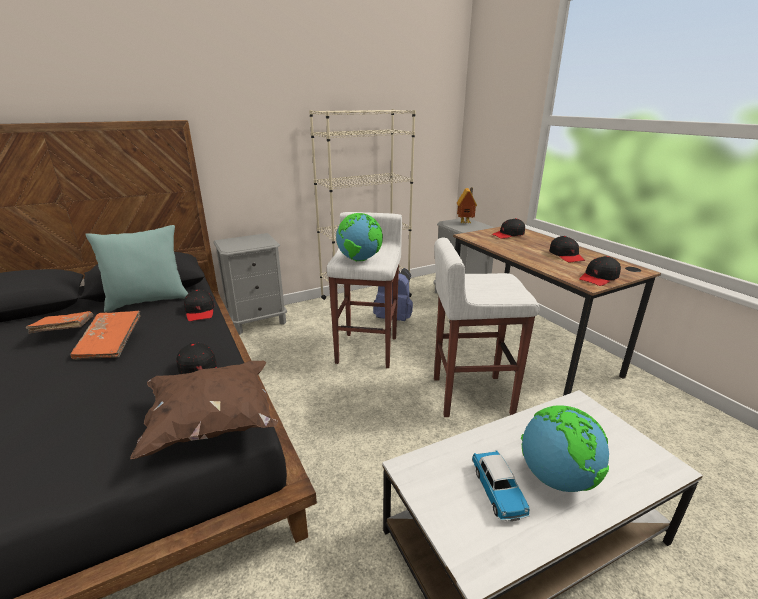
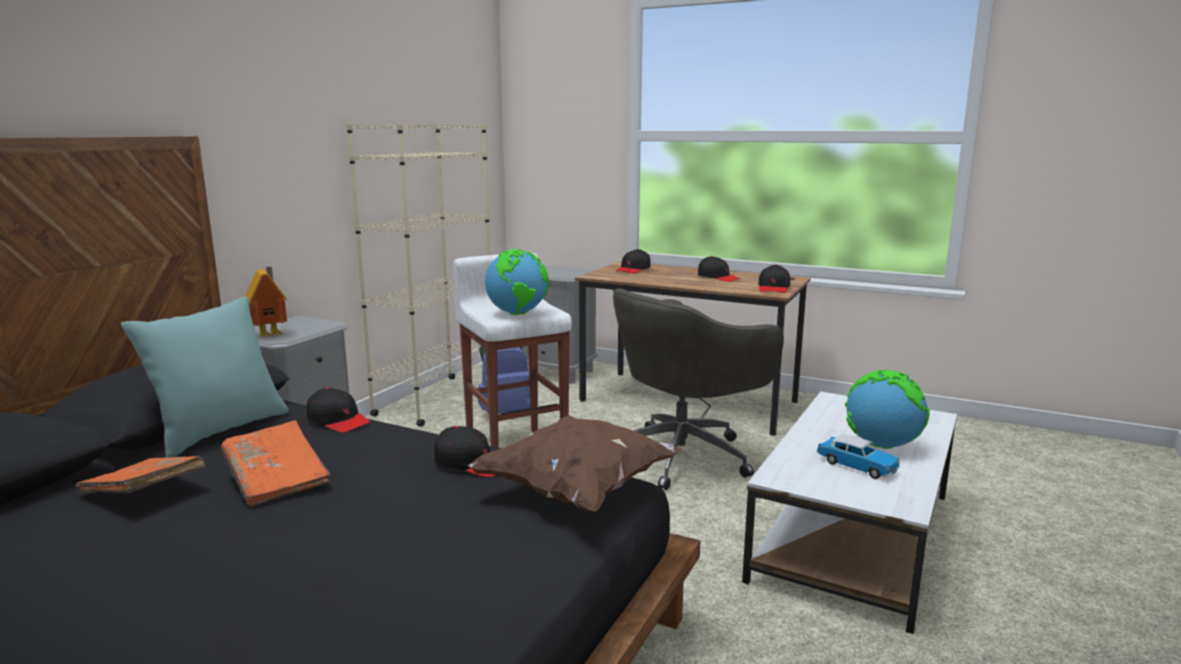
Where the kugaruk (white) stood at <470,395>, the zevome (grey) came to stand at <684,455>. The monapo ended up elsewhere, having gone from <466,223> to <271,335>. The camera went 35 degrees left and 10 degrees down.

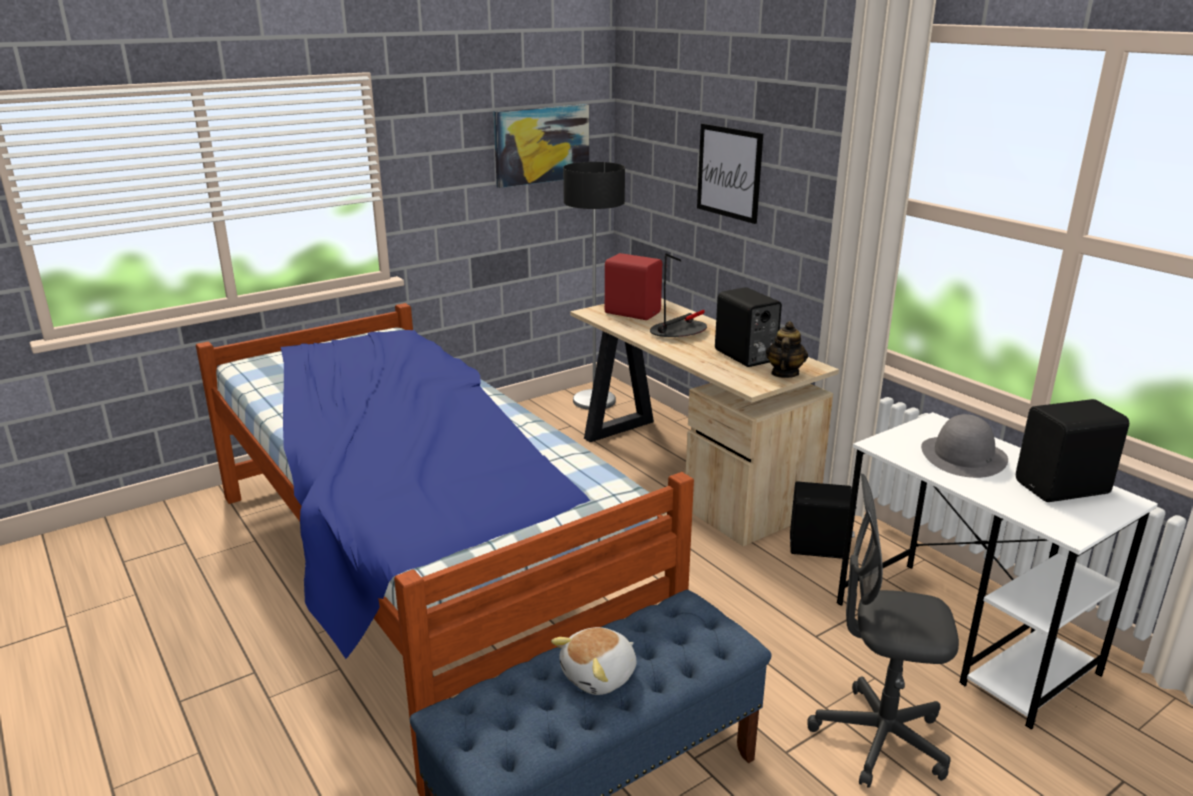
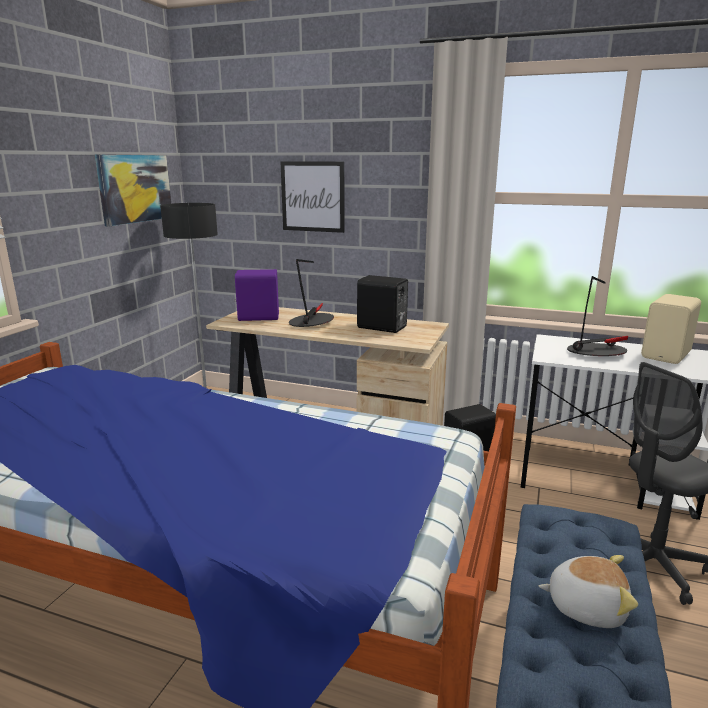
The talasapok at <600,676> ended up facing another way, 90 degrees counterclockwise from before. What was the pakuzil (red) at <632,312> turned into the pakuzil (purple) at <258,317>. The second view lost the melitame at <784,373>. Where the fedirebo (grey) stood at <963,456>, the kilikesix came to stand at <596,352>. What was the pakuzil (black) at <1064,489> turned into the pakuzil (beige) at <667,355>. The camera went 35 degrees left and 5 degrees down.

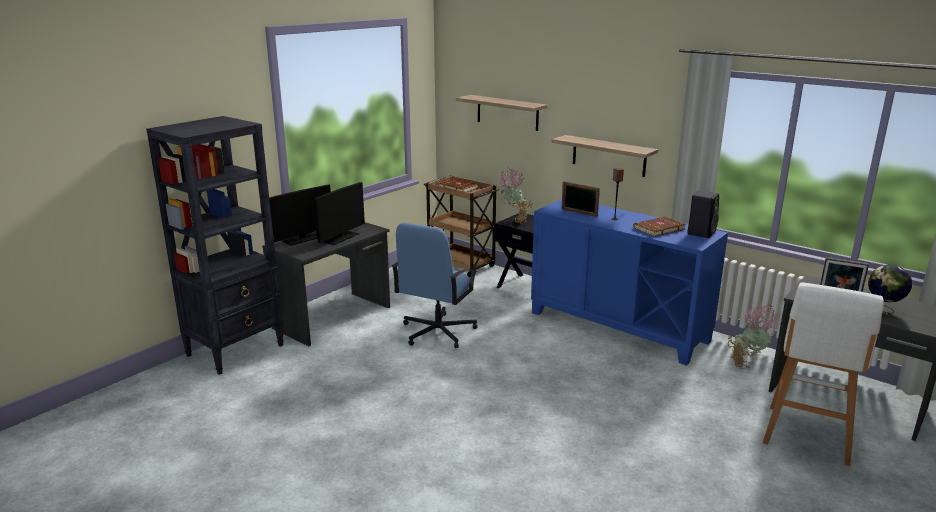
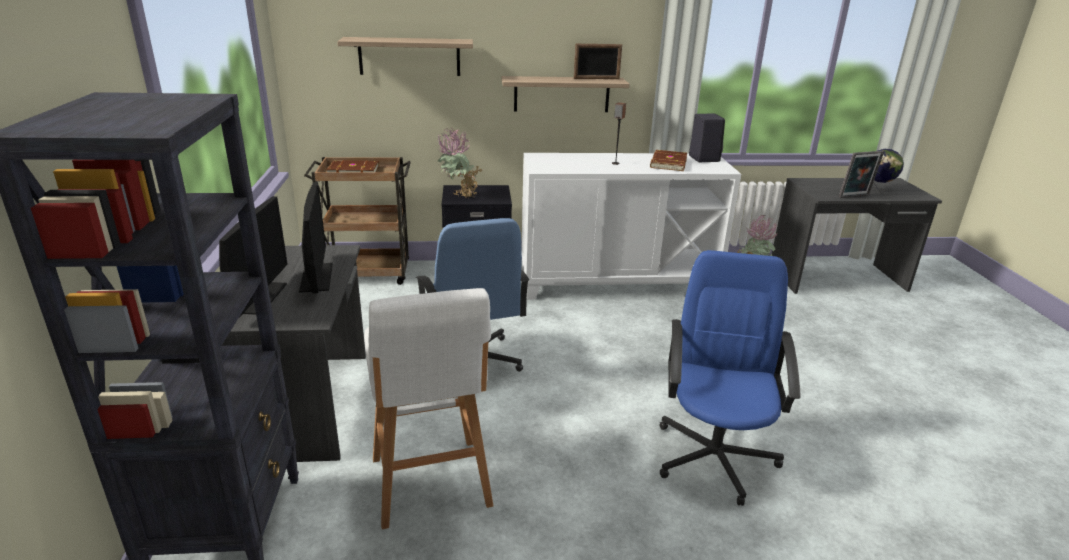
What was the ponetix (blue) at <618,326> turned into the ponetix (white) at <617,282>. The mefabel ended up elsewhere, having gone from <579,212> to <596,78>. The kugaruk (white) ended up elsewhere, having gone from <807,436> to <431,485>. The second view gained the zevome (blue) at <714,456>. The camera went 45 degrees left and 5 degrees up.

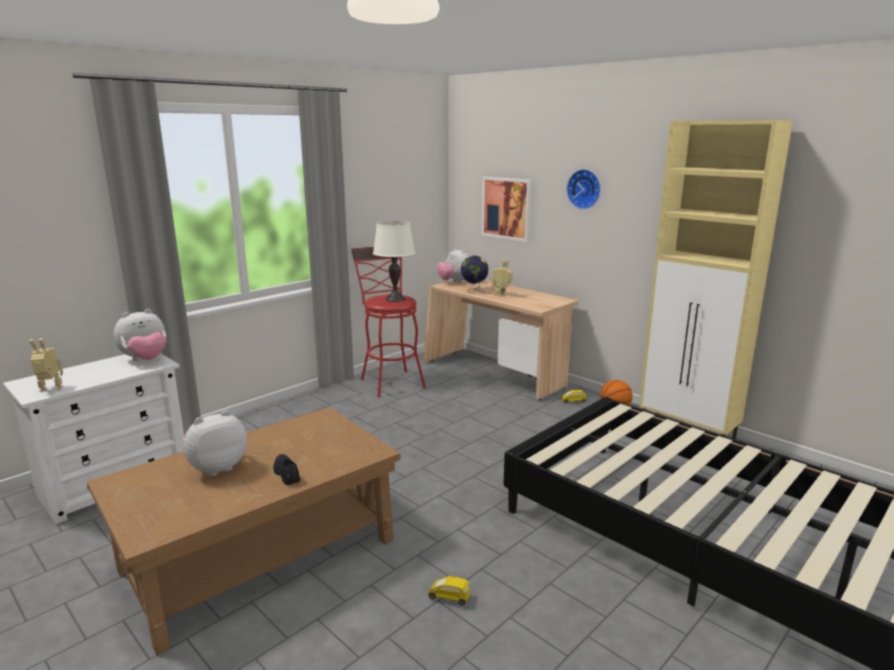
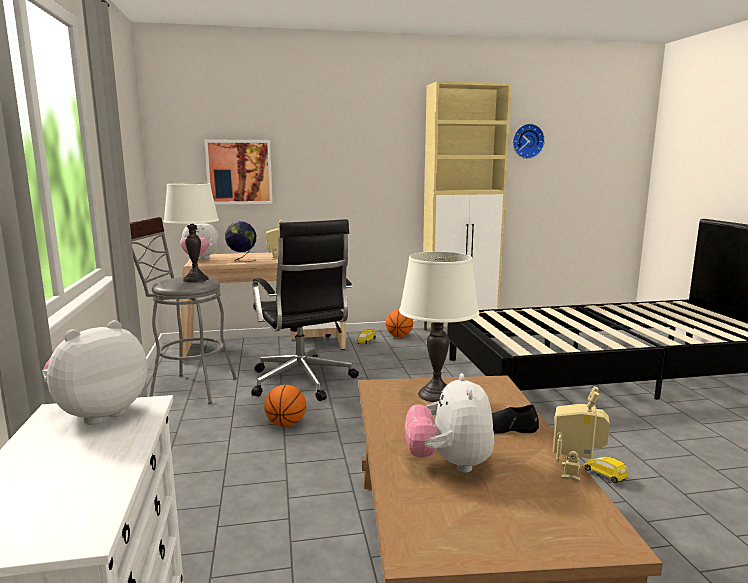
The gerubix ended up elsewhere, having gone from <50,390> to <576,473>. The talasapok at <146,360> ended up facing another way, 135 degrees counterclockwise from before. What was the kugaruk (red) at <390,381> turned into the kugaruk (grey) at <187,388>. The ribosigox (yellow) at <449,597> ended up facing another way, 90 degrees clockwise from before. The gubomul ended up elsewhere, having gone from <585,189> to <527,141>. The second view gained the zevome (black) at <302,382>. The second view gained the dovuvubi at <286,424>. The second view gained the kilikesix (white) at <436,394>. The camera went 55 degrees left and 5 degrees down.

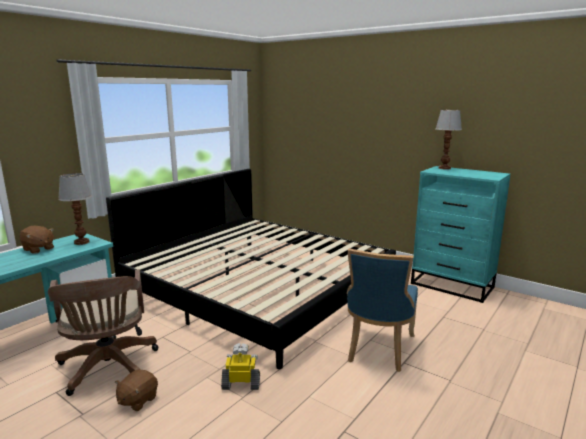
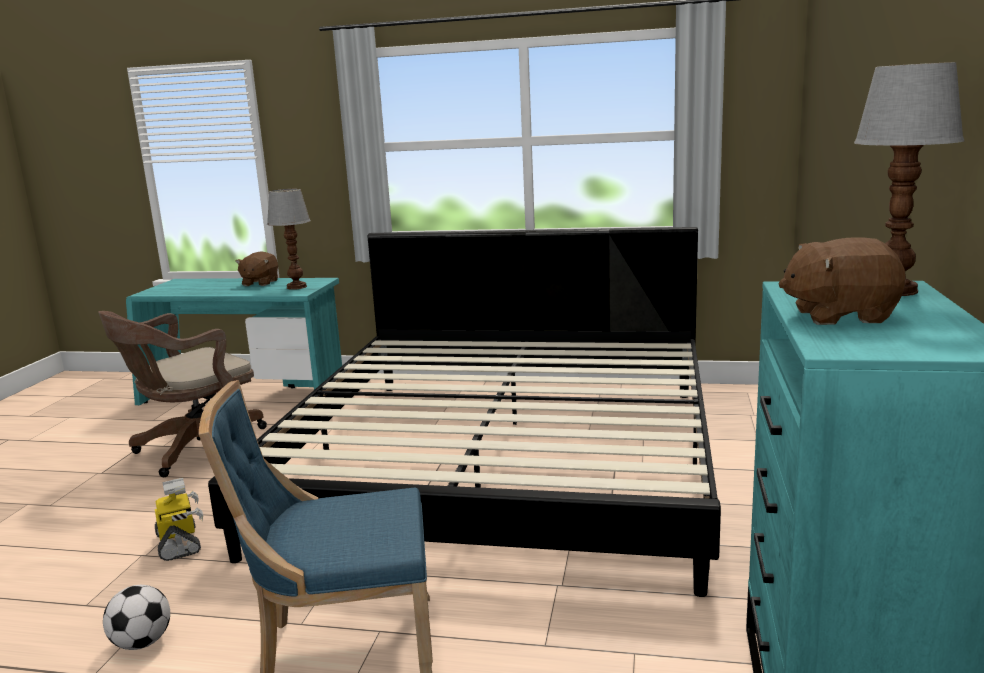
The talasapok (brown) ended up elsewhere, having gone from <137,400> to <839,316>. The second view gained the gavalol at <142,643>. The camera went 65 degrees right and 0 degrees up.

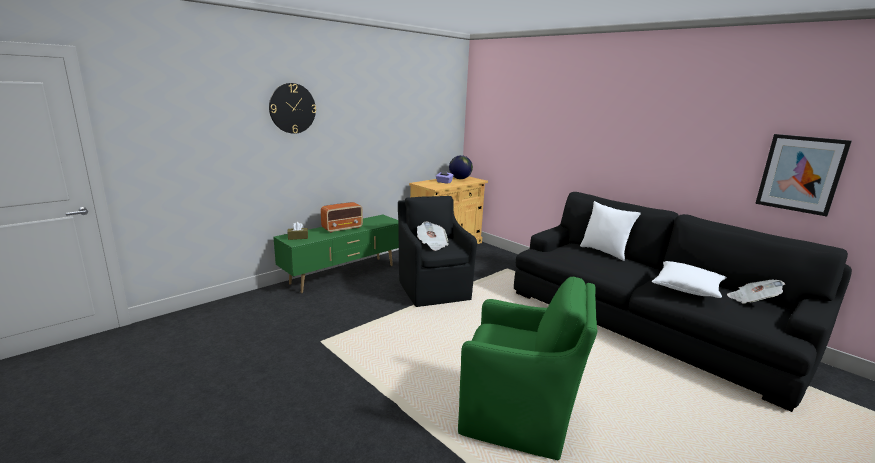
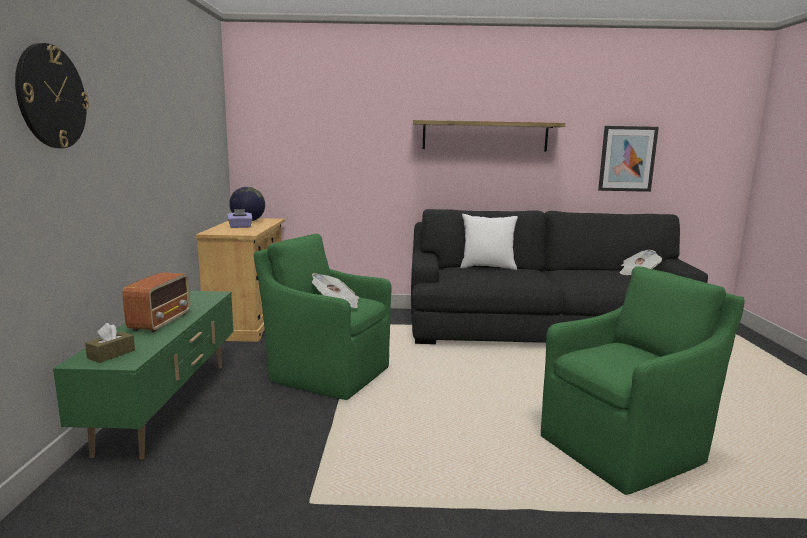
What was the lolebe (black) at <433,289> turned into the lolebe (green) at <327,373>. The second view lost the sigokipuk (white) at <687,288>. The second view gained the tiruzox at <485,136>. The camera went 45 degrees left and 5 degrees down.

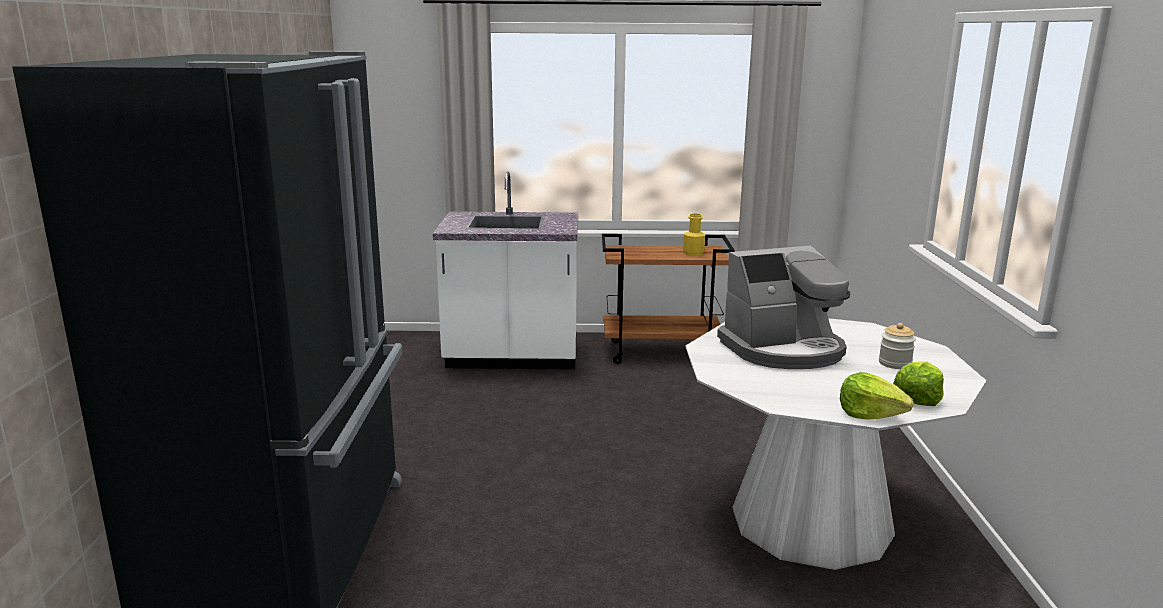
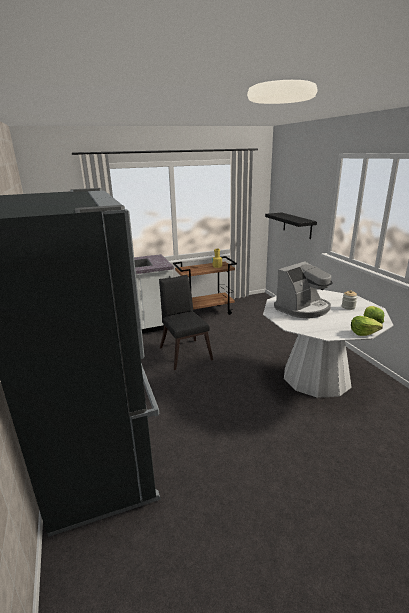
The second view gained the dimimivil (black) at <185,352>. The second view gained the tiruzox (black) at <297,225>. The camera went 20 degrees left and 5 degrees up.

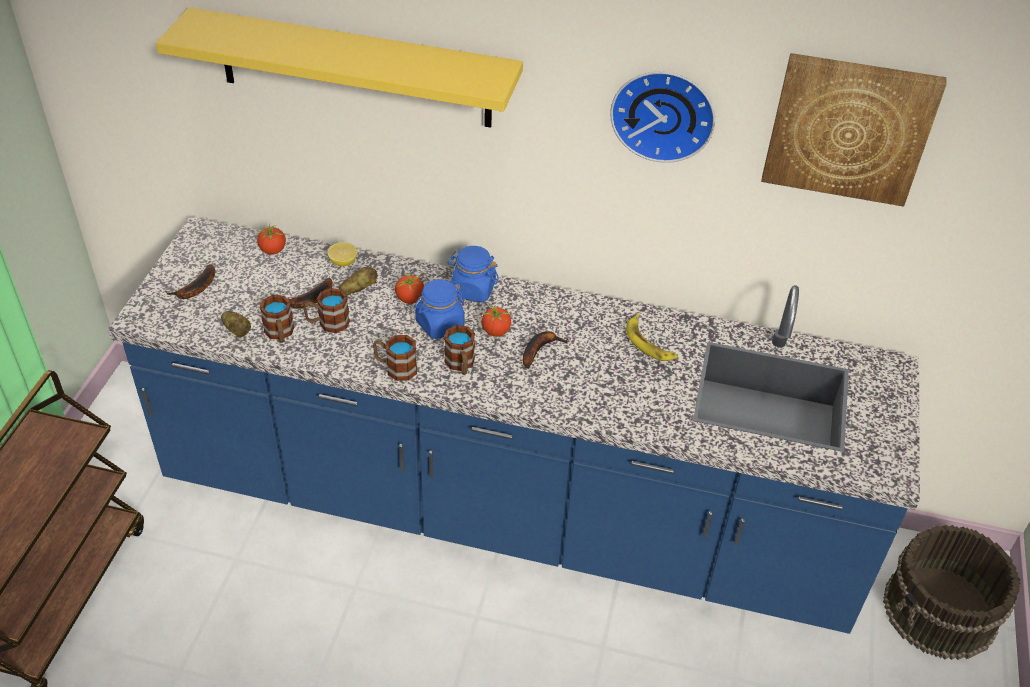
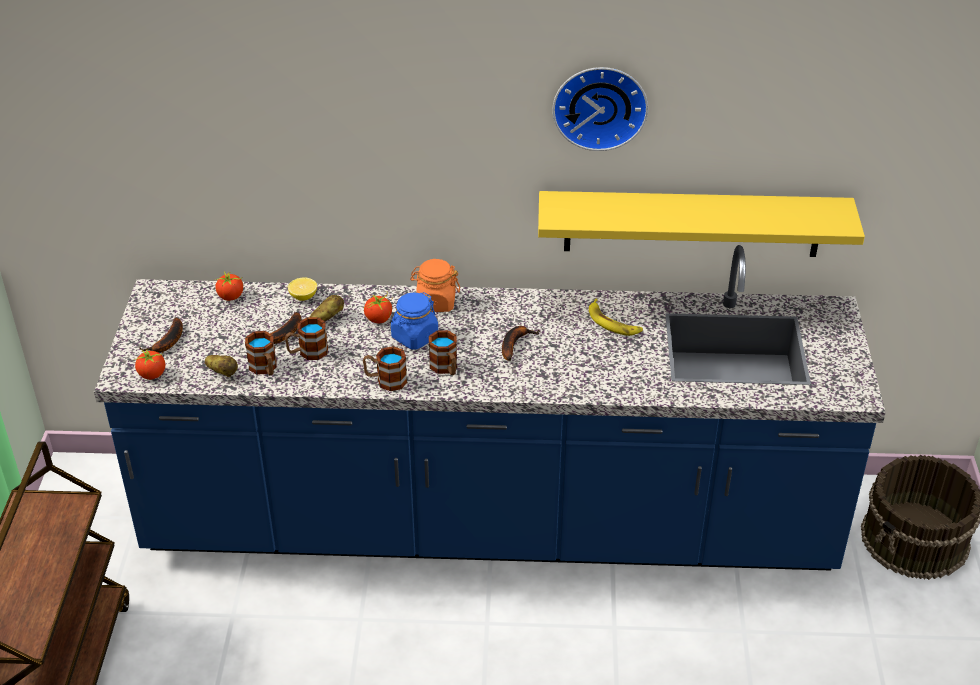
The tiruzox (yellow) ended up elsewhere, having gone from <354,69> to <692,223>. What was the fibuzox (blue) at <473,290> turned into the fibuzox (orange) at <435,302>. The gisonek ended up elsewhere, having gone from <496,331> to <152,375>. The second view lost the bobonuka at <849,128>. The camera went 10 degrees left and 5 degrees down.

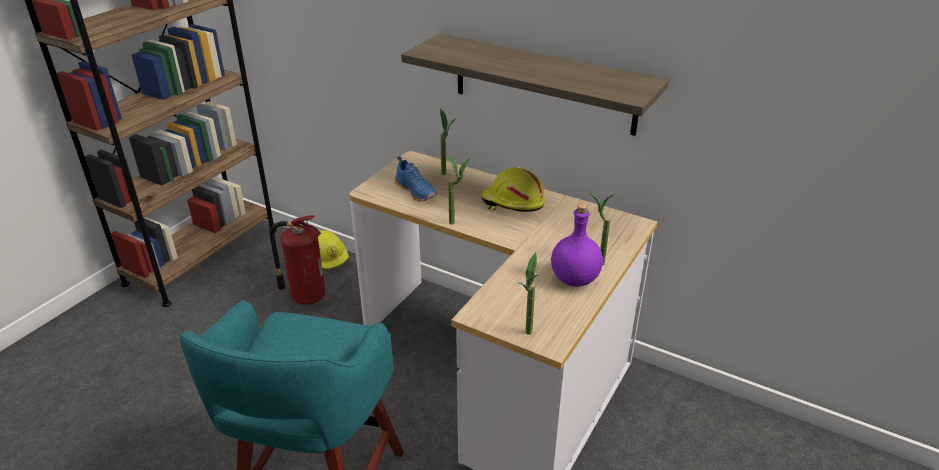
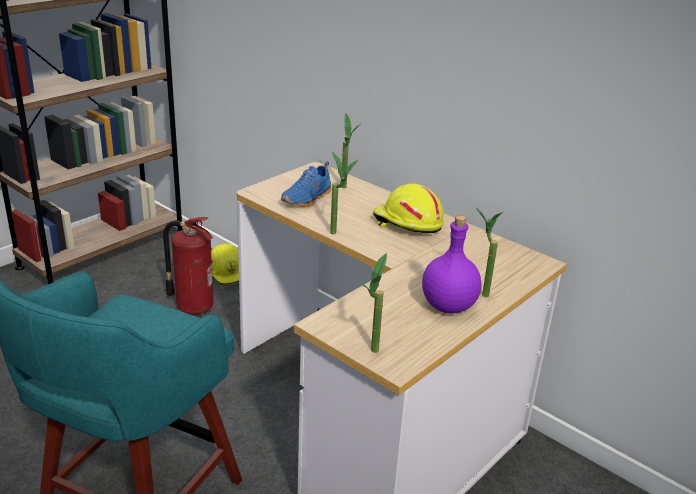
The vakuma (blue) at <416,191> ended up facing another way, 60 degrees clockwise from before. The second view lost the tiruzox at <544,84>. The camera went 10 degrees right and 5 degrees down.

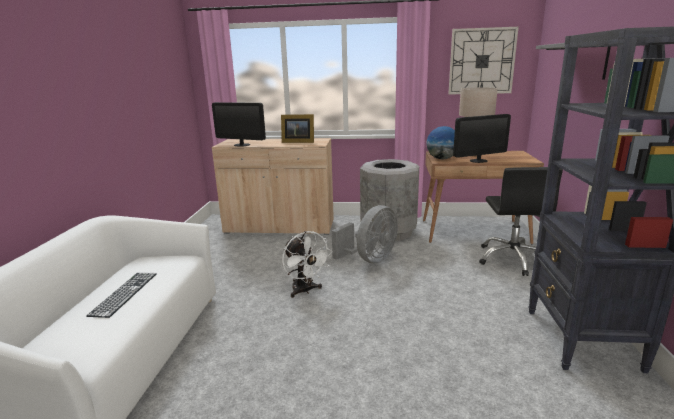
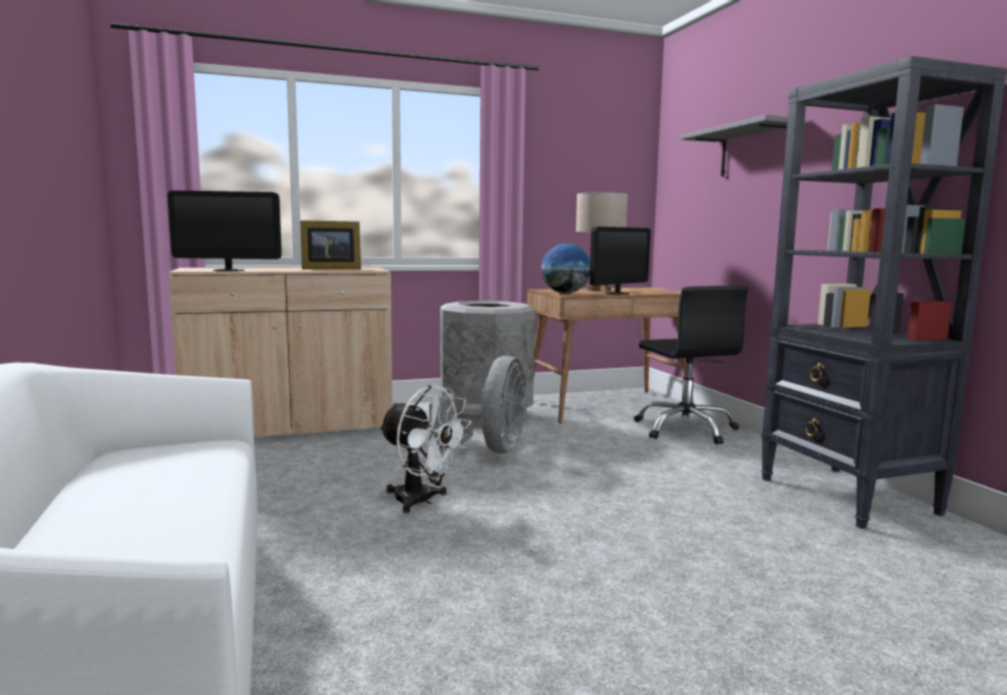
The second view lost the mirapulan at <124,293>. The second view lost the gubomul at <481,61>. The camera went 25 degrees left and 10 degrees down.

